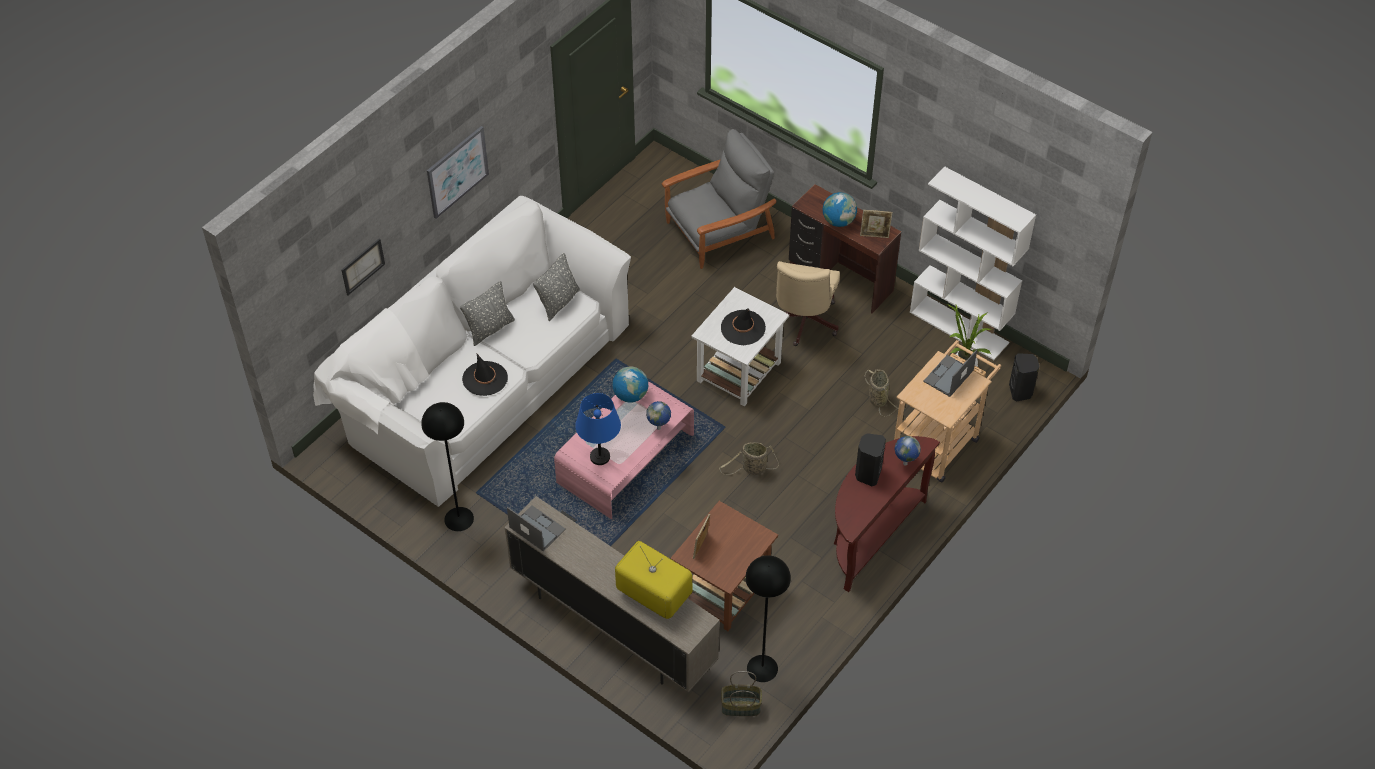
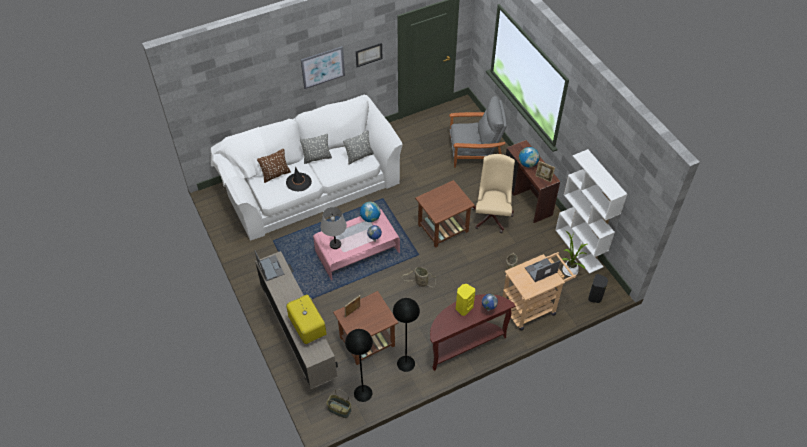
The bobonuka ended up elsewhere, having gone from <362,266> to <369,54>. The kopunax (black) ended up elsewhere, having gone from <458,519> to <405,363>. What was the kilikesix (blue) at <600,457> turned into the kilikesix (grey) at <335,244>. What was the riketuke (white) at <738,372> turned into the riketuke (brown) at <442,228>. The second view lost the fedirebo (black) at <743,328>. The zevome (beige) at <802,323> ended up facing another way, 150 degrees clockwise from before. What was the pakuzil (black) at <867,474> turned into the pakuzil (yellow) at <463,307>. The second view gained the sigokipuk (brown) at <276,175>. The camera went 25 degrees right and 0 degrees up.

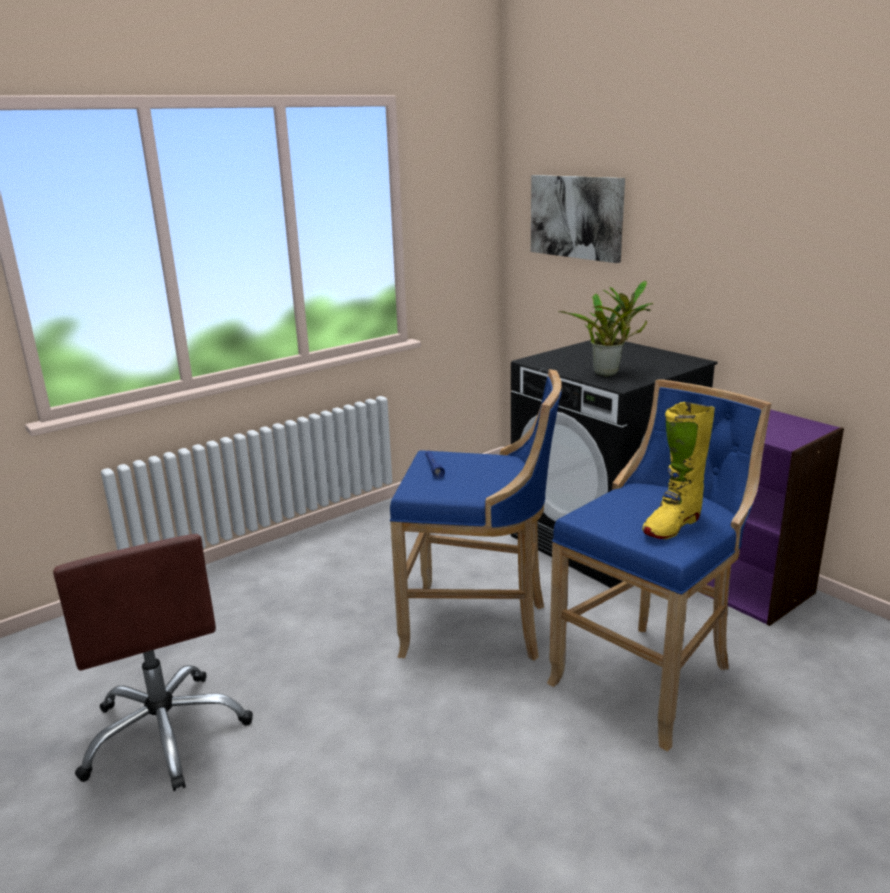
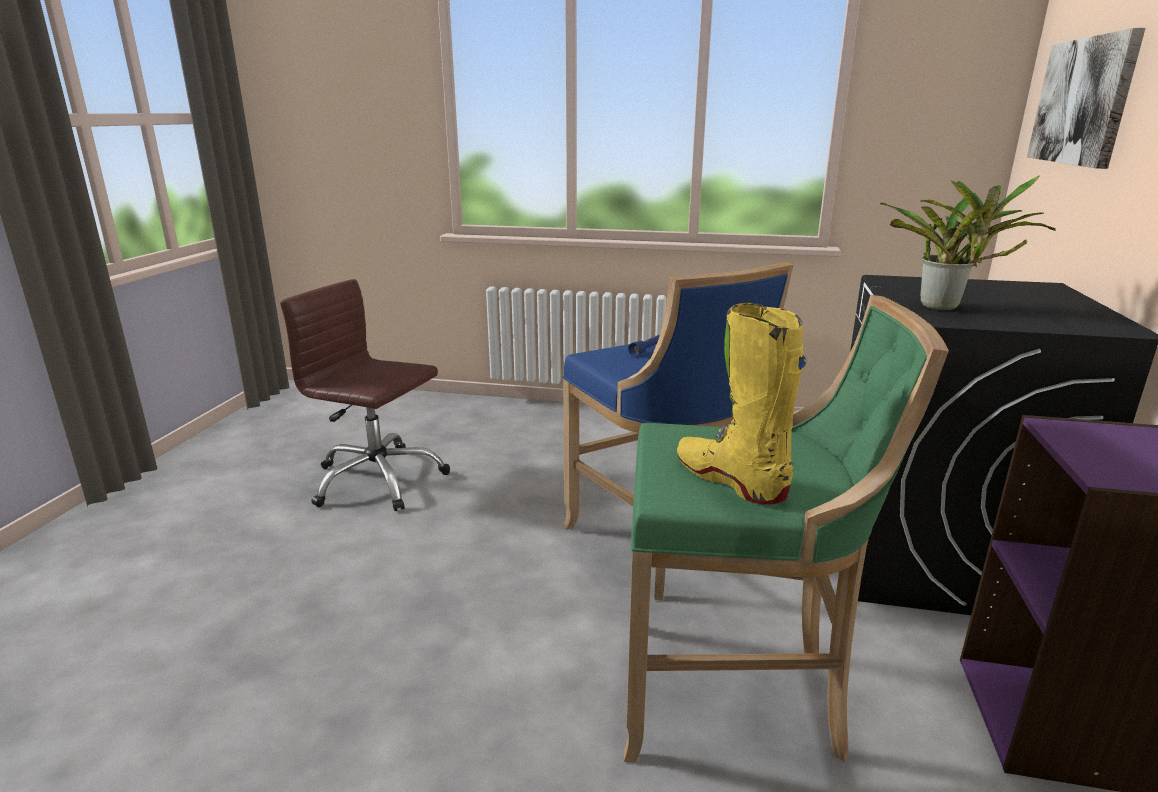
The zevome (brown) at <166,733> ended up facing another way, 90 degrees clockwise from before. What was the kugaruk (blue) at <649,676> turned into the kugaruk (green) at <736,693>. The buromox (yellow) at <672,525> ended up facing another way, 45 degrees clockwise from before. The camera went 50 degrees right and 0 degrees up.

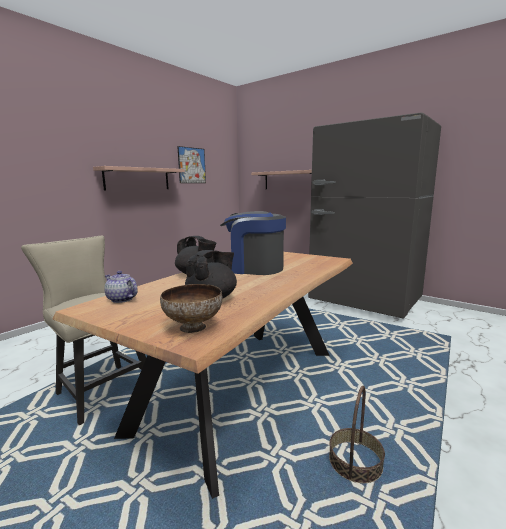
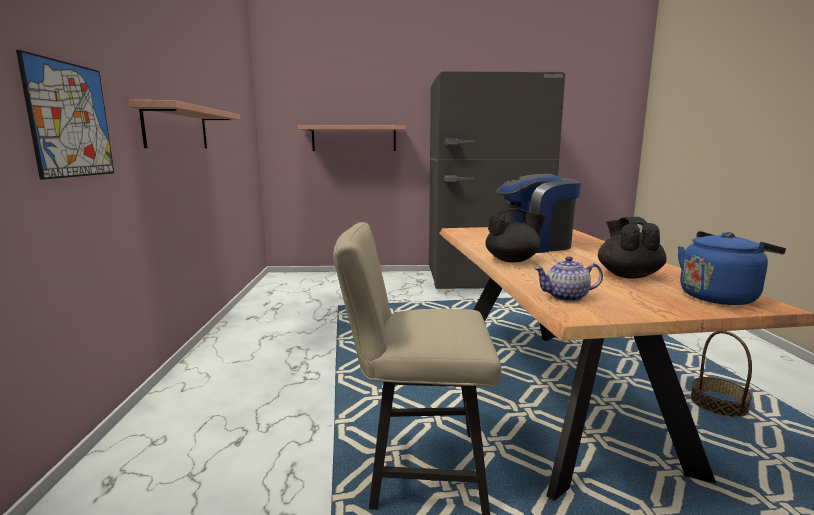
Where the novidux stood at <193,327>, the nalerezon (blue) came to stand at <720,297>. The bobonuka ended up elsewhere, having gone from <192,165> to <70,120>. The camera went 40 degrees left and 0 degrees up.

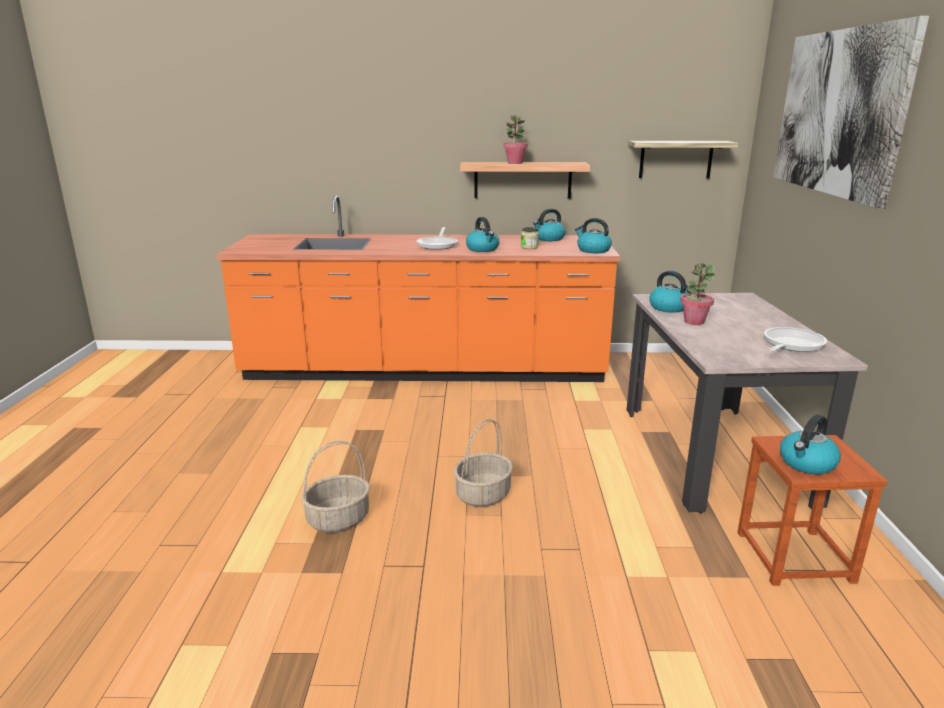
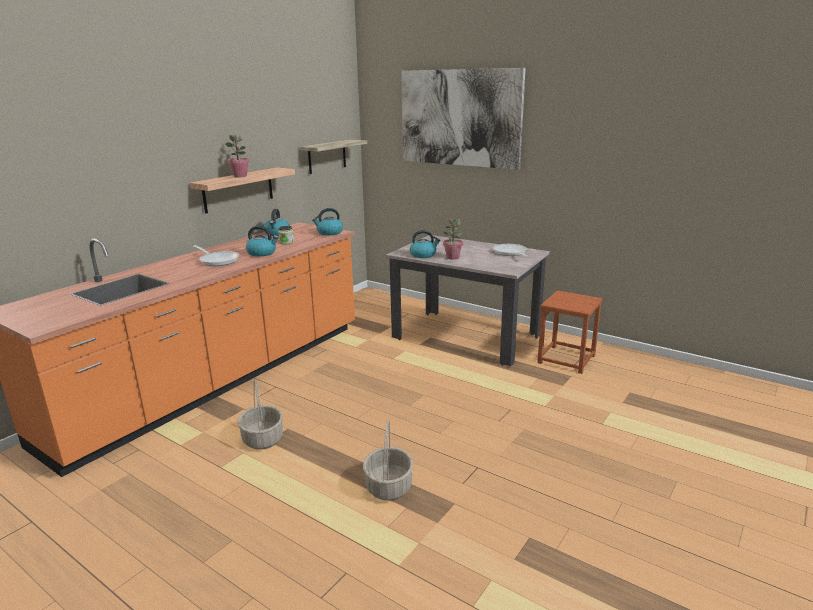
The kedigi ended up elsewhere, having gone from <483,494> to <262,439>. The second view lost the nalerezon at <807,464>. The camera went 55 degrees left and 0 degrees up.

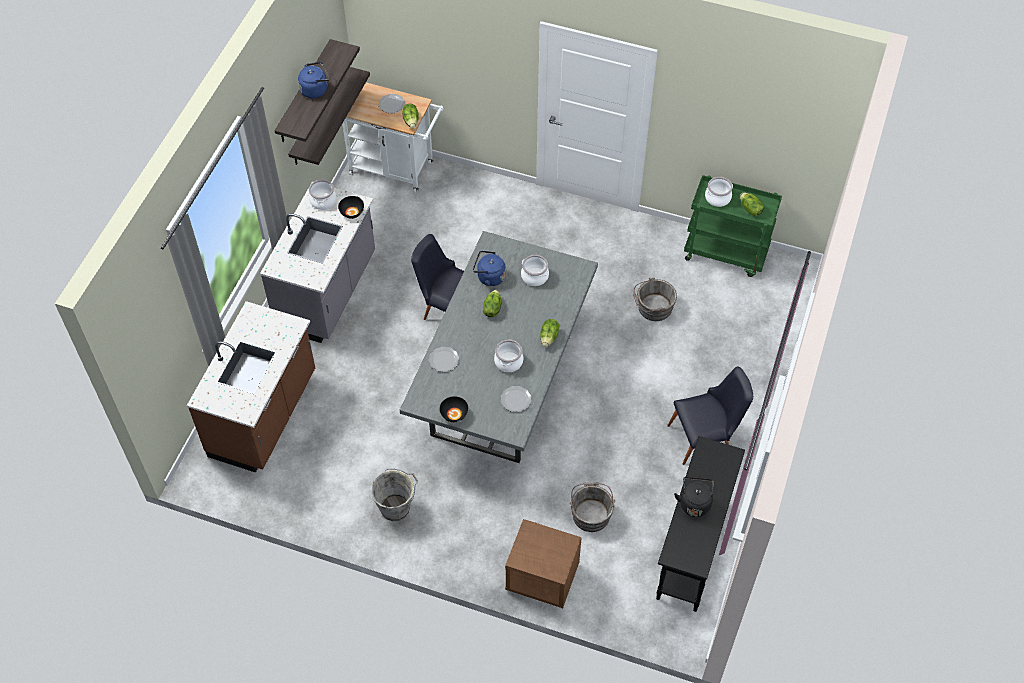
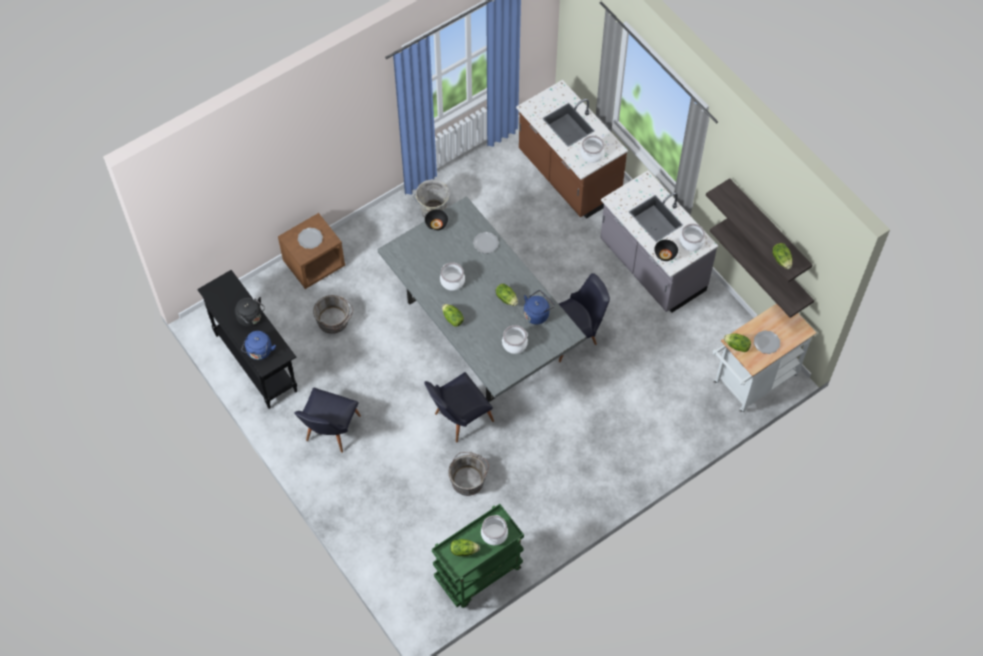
The nalerezon (blue) ended up elsewhere, having gone from <316,89> to <259,352>. The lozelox ended up elsewhere, having gone from <515,399> to <310,239>. The second view gained the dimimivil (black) at <458,419>. The second view gained the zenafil at <591,154>. The second view gained the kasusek at <781,259>. The camera went 125 degrees right and 5 degrees up.

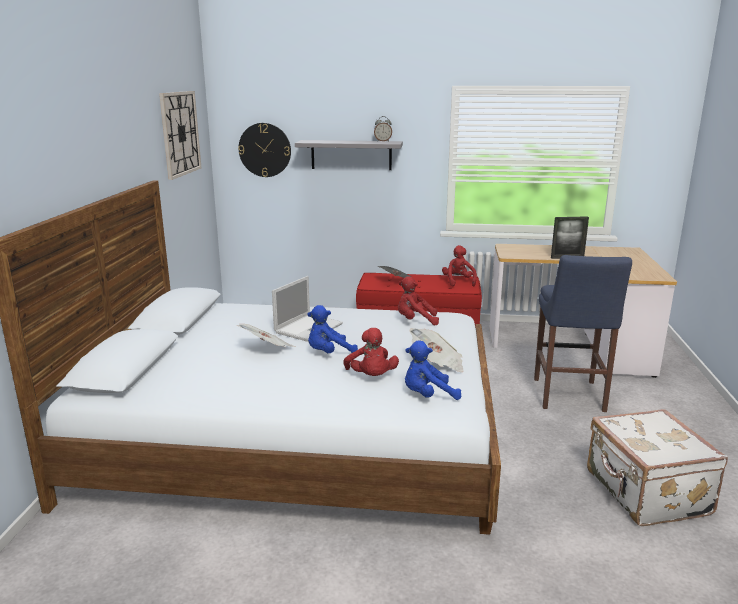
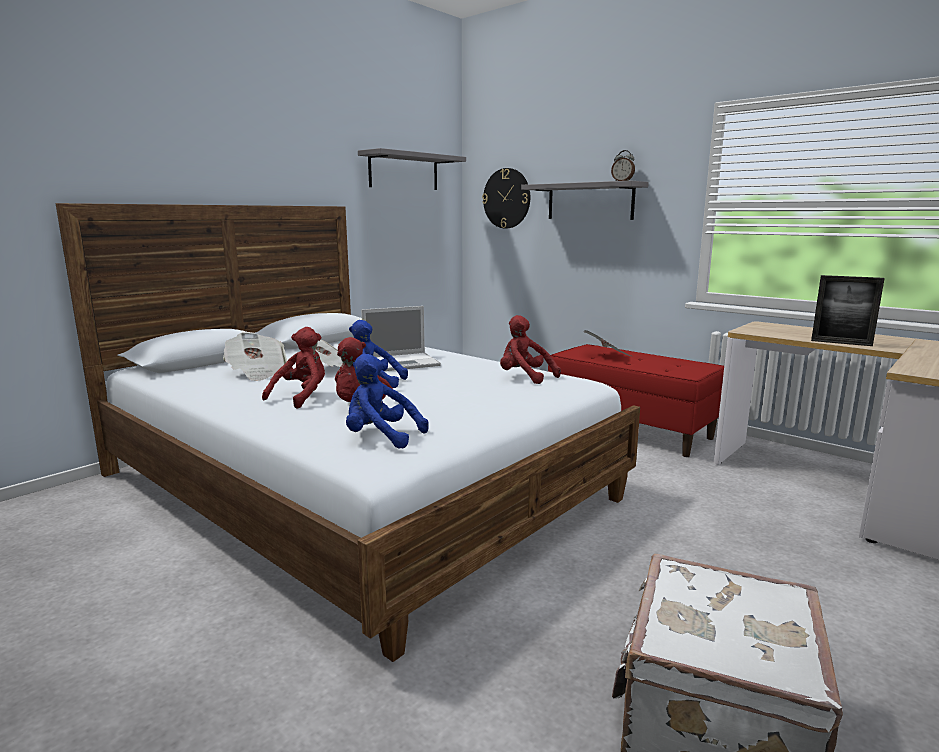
Where the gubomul hung at <180,133>, the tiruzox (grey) came to hang at <404,171>. The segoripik ended up elsewhere, having gone from <437,364> to <257,373>. The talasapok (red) ended up elsewhere, having gone from <458,282> to <301,397>. The second view lost the kugaruk (blue) at <569,397>. The camera went 35 degrees right and 5 degrees down.

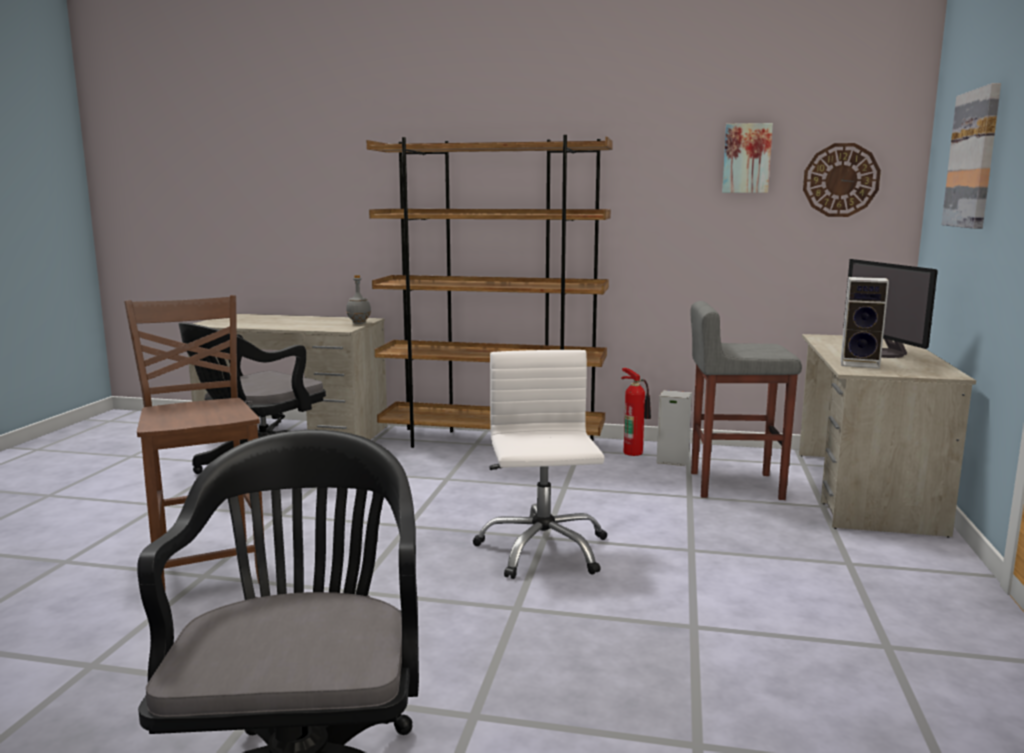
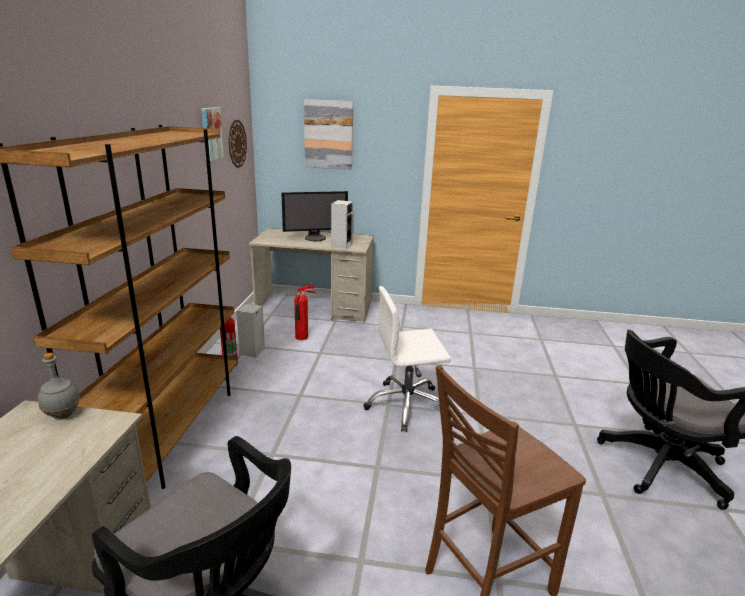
Where the kugaruk (grey) stood at <733,485>, the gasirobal came to stand at <302,338>. The camera went 95 degrees left and 10 degrees up.

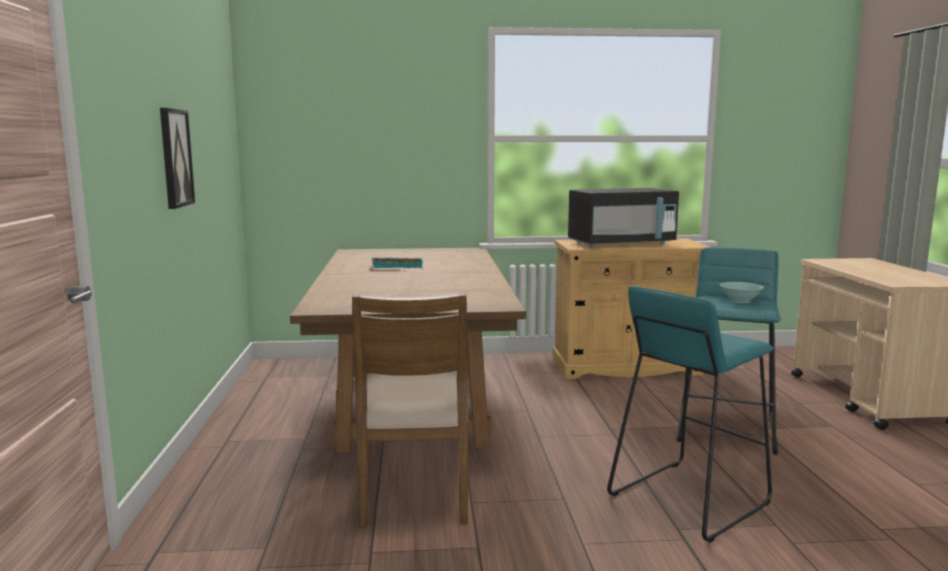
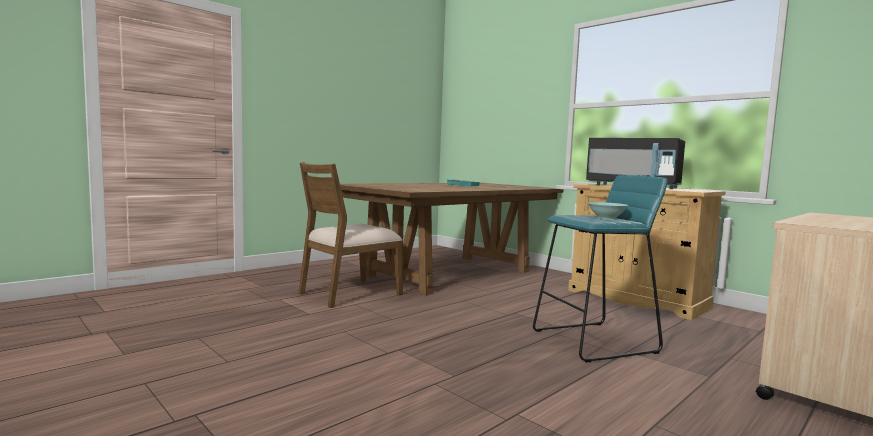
The second view lost the bobonuka at <175,158>. The second view lost the kugaruk (turquoise) at <687,499>. The camera went 50 degrees right and 5 degrees down.

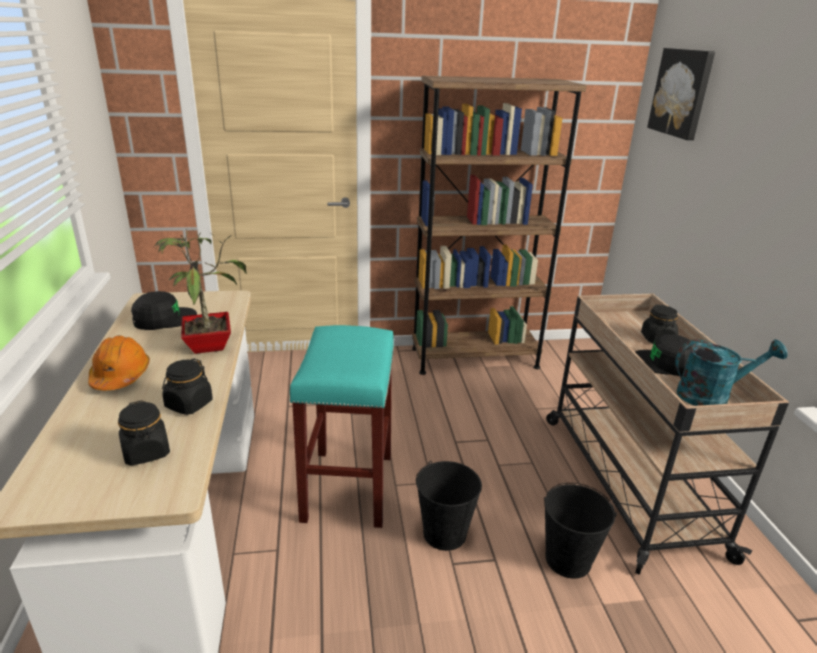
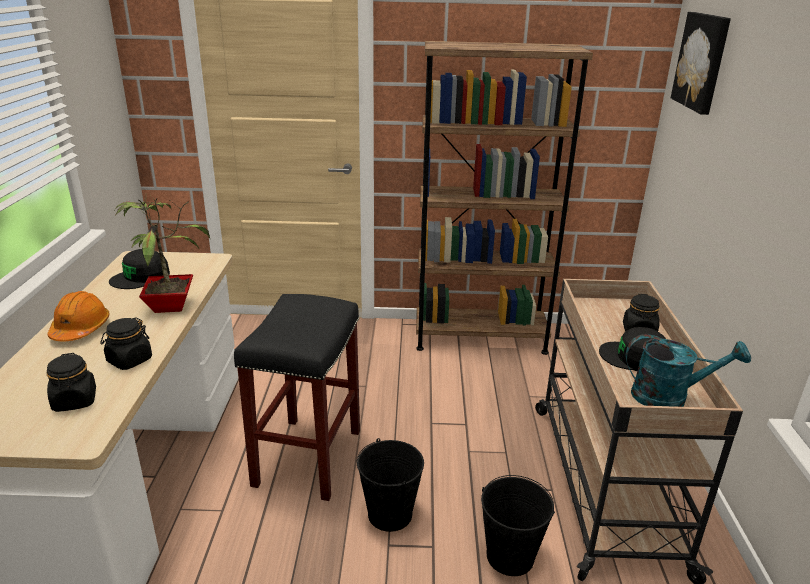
The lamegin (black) at <164,318> ended up facing another way, 150 degrees clockwise from before. What was the kugaruk (turquoise) at <348,488> turned into the kugaruk (black) at <308,459>. The camera went 10 degrees right and 0 degrees up.

